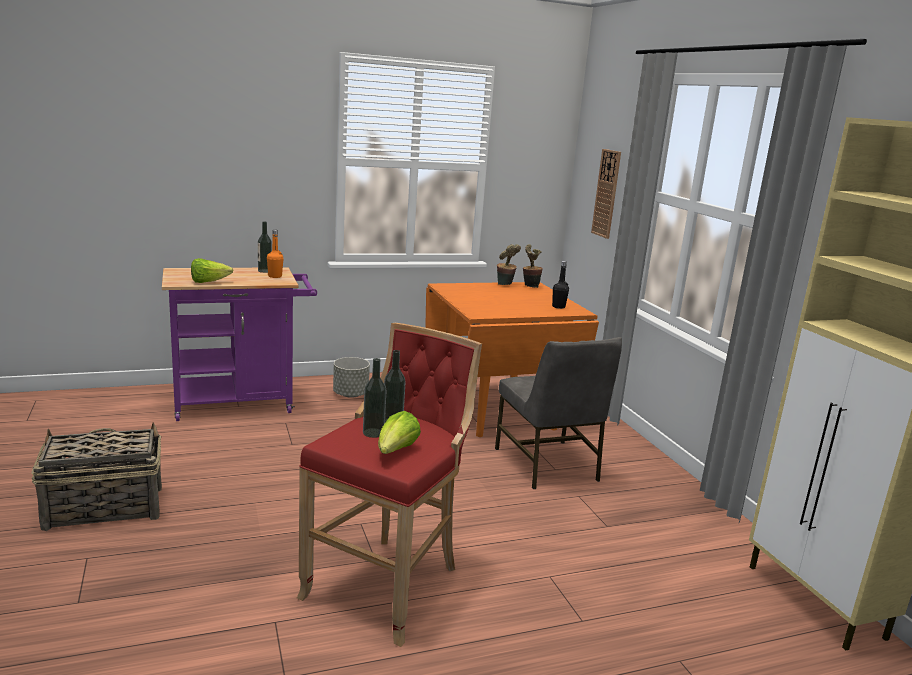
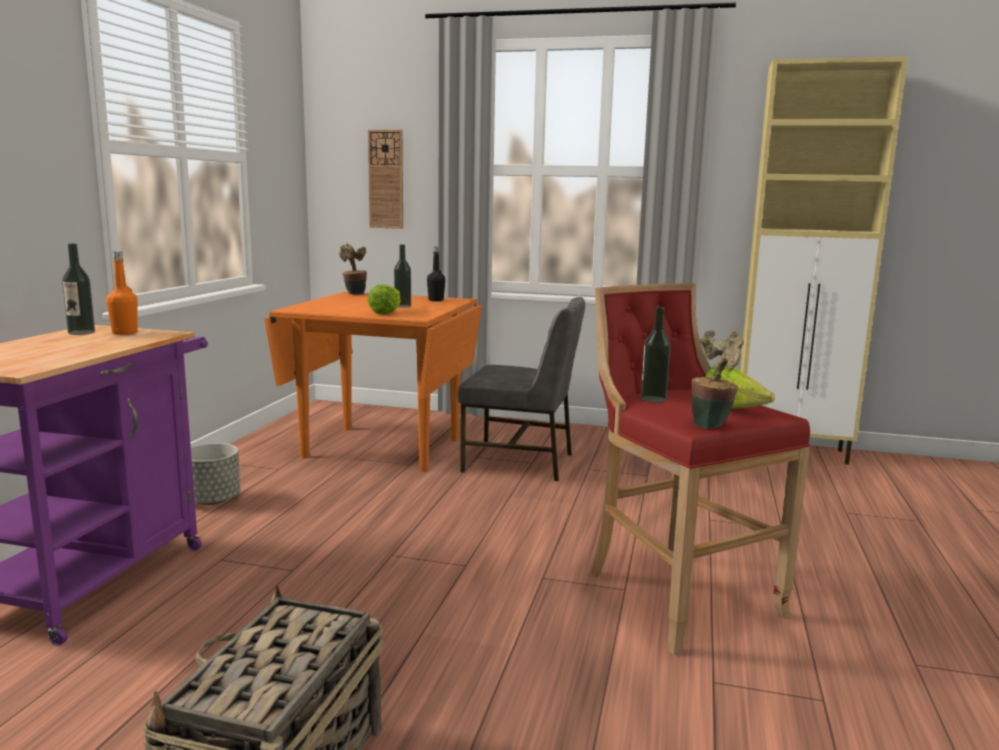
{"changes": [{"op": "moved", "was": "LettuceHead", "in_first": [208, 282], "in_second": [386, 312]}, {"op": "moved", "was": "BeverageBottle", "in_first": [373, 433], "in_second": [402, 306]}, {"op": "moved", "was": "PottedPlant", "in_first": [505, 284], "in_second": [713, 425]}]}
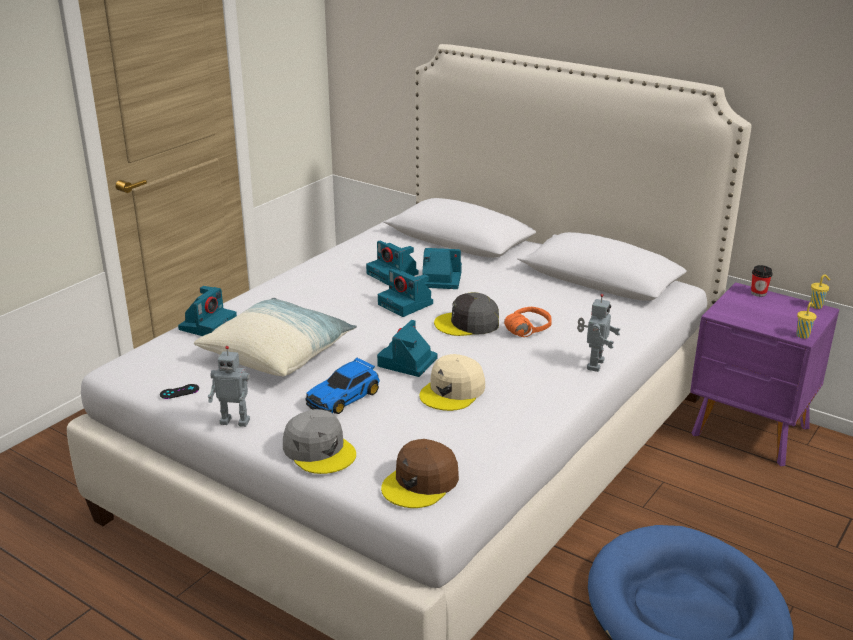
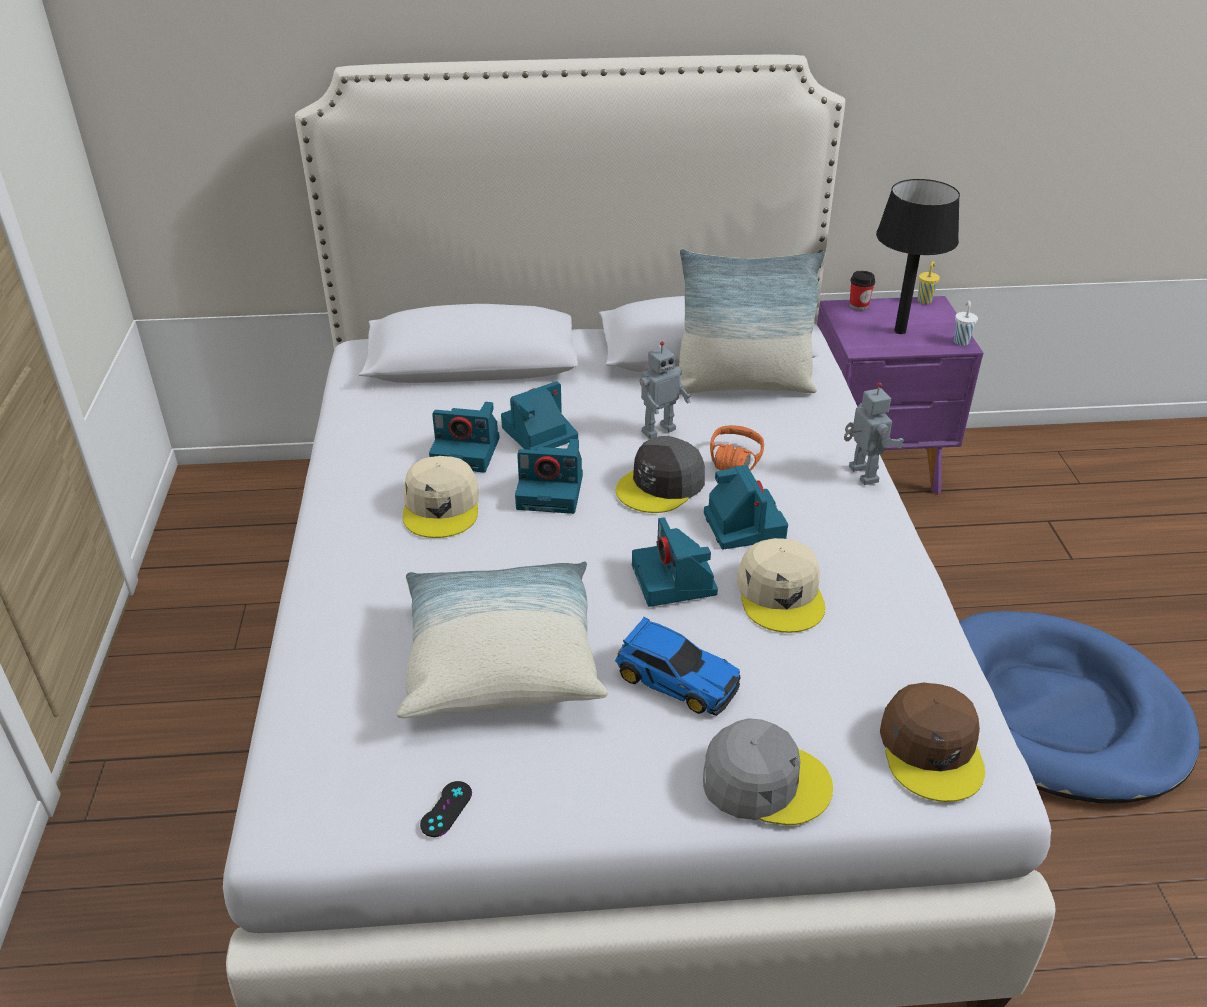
{"changes": [{"op": "added", "now": "BeigeCap", "in_second": [442, 506]}, {"op": "added", "now": "ThrowPillow", "in_second": [742, 385]}, {"op": "added", "now": "BlackTabletopLamp", "in_second": [900, 331]}, {"op": "moved", "was": "StillCamera", "in_first": [208, 325], "in_second": [742, 524]}, {"op": "moved", "was": "RobotFigure", "in_first": [235, 421], "in_second": [657, 430]}, {"op": "recoloured", "was": "YellowishDrinkingCup", "now": "WhiteColouredDrinkingCup", "in_first": [803, 335], "in_second": [961, 341]}, {"op": "turned", "was": "ModelCar", "in_first": [344, 397], "in_second": [675, 678], "clockwise": -60}]}
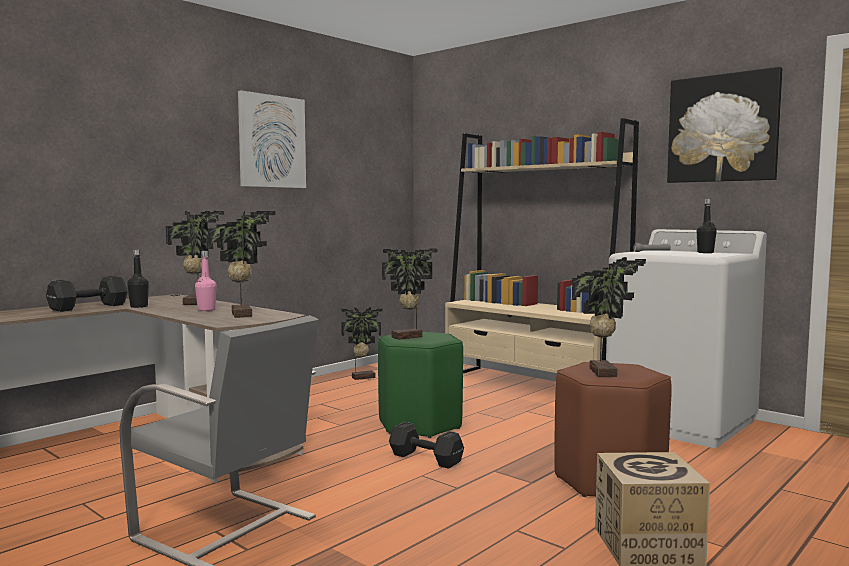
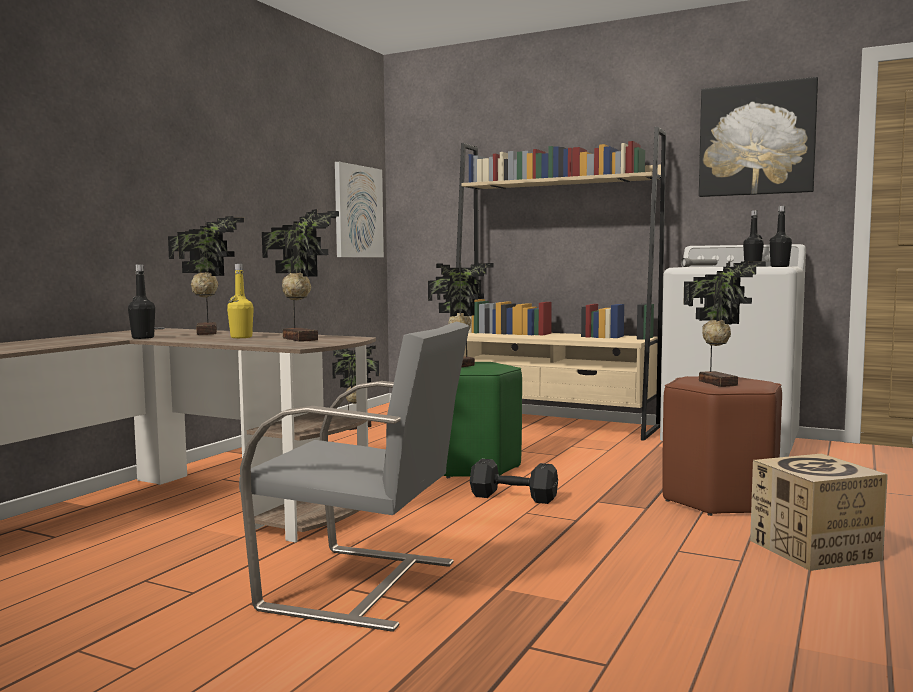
{"changes": [{"op": "removed", "was": "BlackDumbbell", "in_first": [86, 307]}, {"op": "added", "now": "BlackBeverageBottle", "in_second": [779, 266]}, {"op": "moved", "was": "Picture", "in_first": [271, 141], "in_second": [358, 211]}, {"op": "recoloured", "was": "PinkColouredBeverageBottle", "now": "YellowishBeverageBottle", "in_first": [206, 310], "in_second": [241, 337]}]}
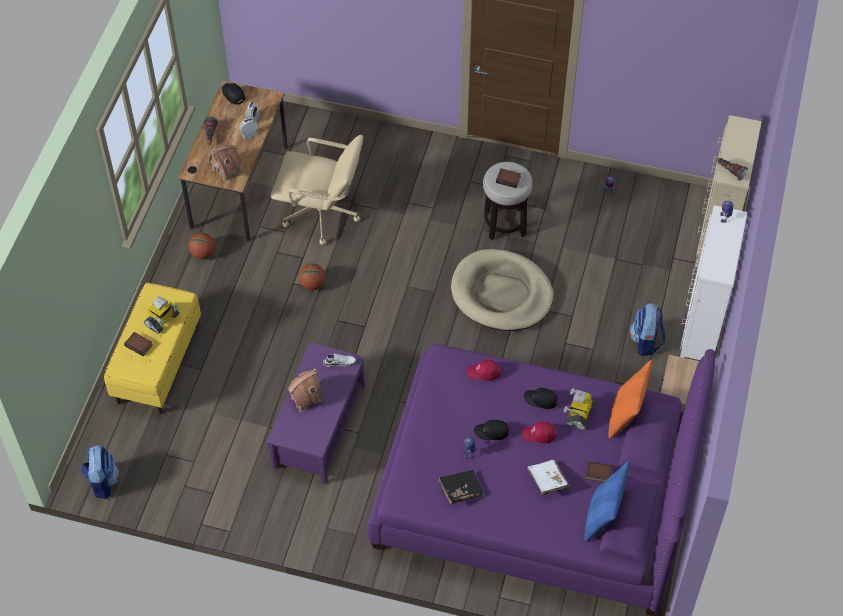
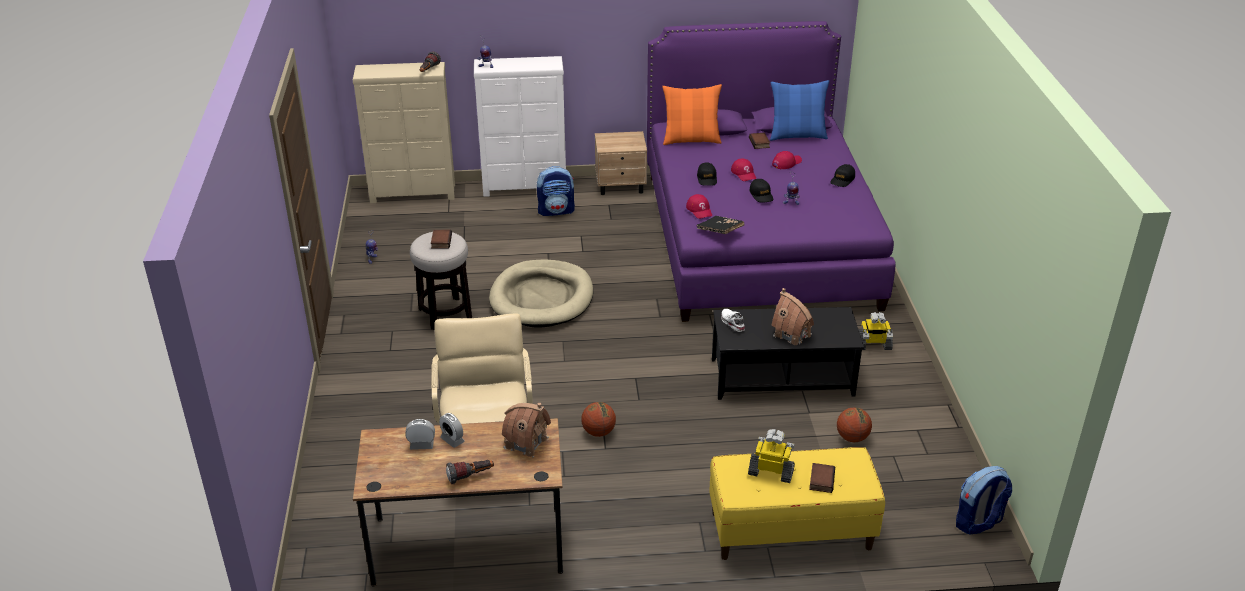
{"changes": [{"op": "moved", "was": "BasketballBall", "in_first": [203, 253], "in_second": [852, 438]}, {"op": "moved", "was": "BlackCap", "in_first": [233, 95], "in_second": [842, 180]}, {"op": "moved", "was": "BlackVolume", "in_first": [460, 490], "in_second": [720, 231]}, {"op": "moved", "was": "RobotFigure", "in_first": [579, 414], "in_second": [873, 345]}, {"op": "replaced", "was": "WhiteColouredVolume", "now": "RedCap", "in_first": [547, 480], "in_second": [786, 163]}, {"op": "recoloured", "was": "PurpleLoungeTable", "now": "BlackLoungeTable", "in_first": [318, 426], "in_second": [782, 378]}]}
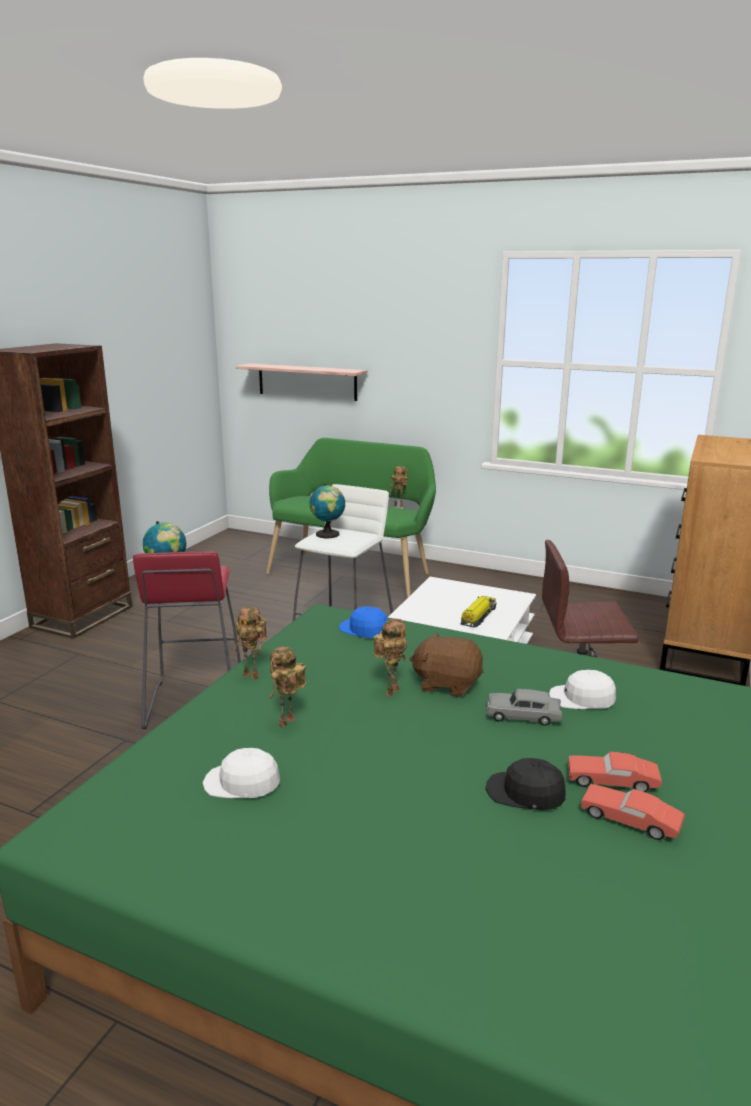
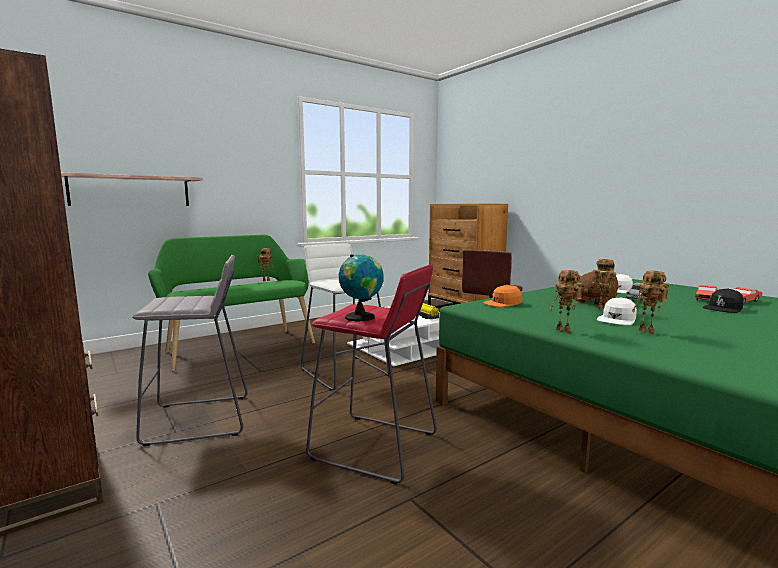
{"changes": [{"op": "removed", "was": "WorldGlobe", "in_first": [328, 535]}, {"op": "added", "now": "GreyishStool", "in_second": [199, 420]}, {"op": "moved", "was": "WhiteColouredCap", "in_first": [242, 783], "in_second": [617, 319]}, {"op": "recoloured", "was": "BlueCap", "now": "OrangeCap", "in_first": [364, 630], "in_second": [503, 303]}, {"op": "turned", "was": "RobotFigure", "in_first": [253, 676], "in_second": [565, 330], "clockwise": 90}]}
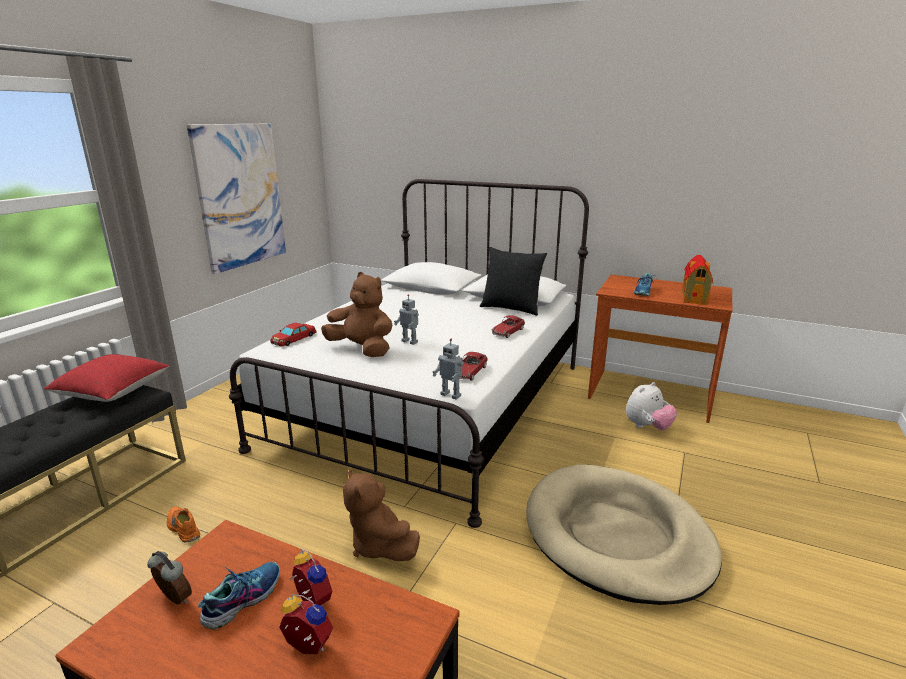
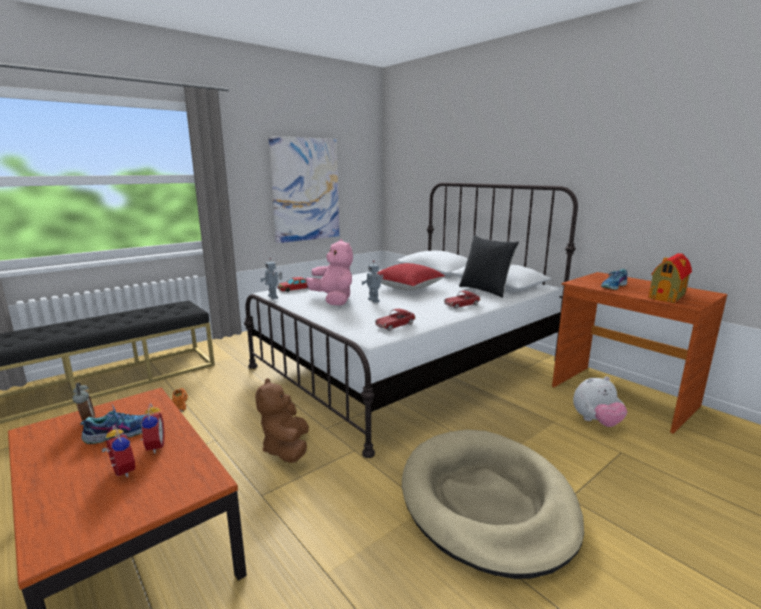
{"changes": [{"op": "moved", "was": "RedThrowPillow", "in_first": [113, 392], "in_second": [407, 288]}, {"op": "moved", "was": "RobotFigure", "in_first": [451, 395], "in_second": [273, 297]}, {"op": "recoloured", "was": "BrownColouredCuddlyToy", "now": "PinkColouredCuddlyToy", "in_first": [362, 349], "in_second": [333, 300]}]}
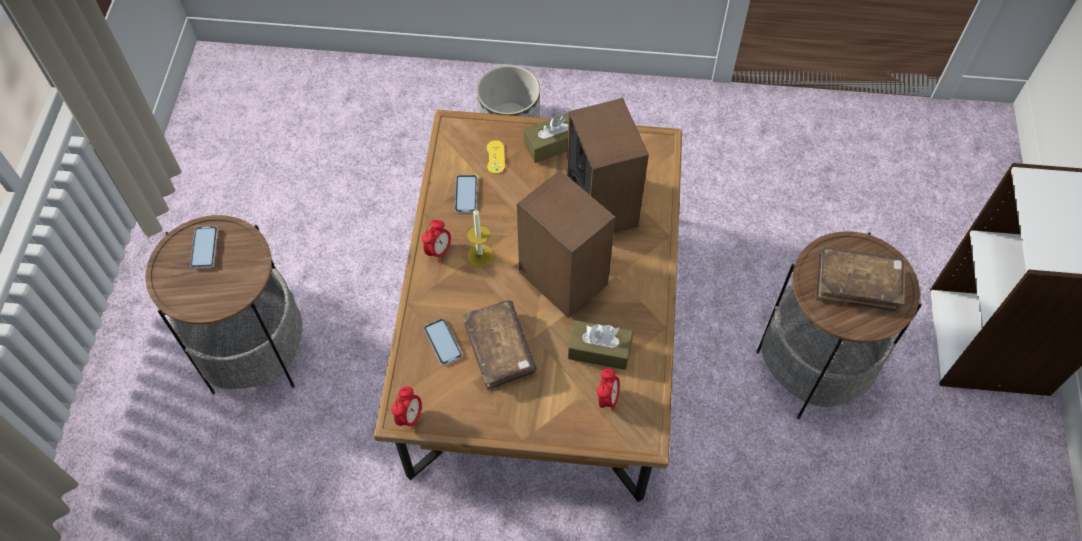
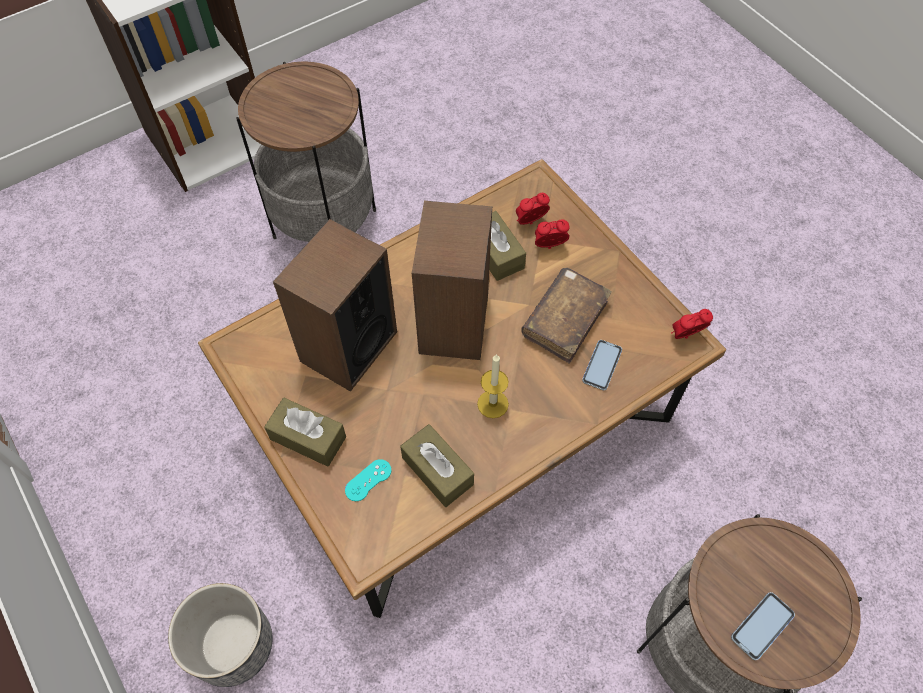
{"changes": [{"op": "removed", "was": "BrownColouredVolume", "in_first": [856, 284]}, {"op": "moved", "was": "TableClock", "in_first": [438, 251], "in_second": [549, 247]}, {"op": "replaced", "was": "Handset", "now": "BrownColouredTissueBox", "in_first": [466, 194], "in_second": [437, 471]}, {"op": "recoloured", "was": "YellowishJoypad", "now": "BlueGreenJoypad", "in_first": [495, 157], "in_second": [368, 480]}]}
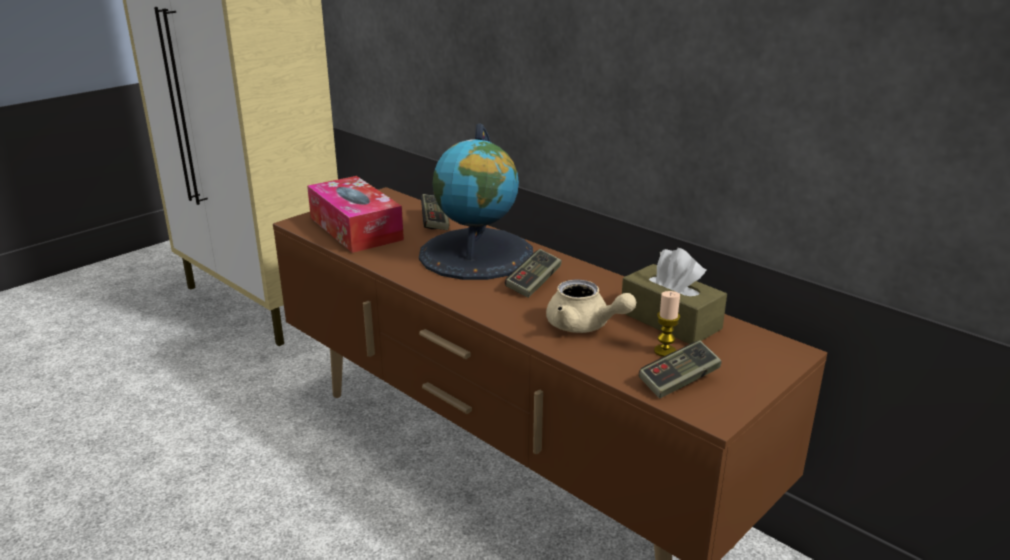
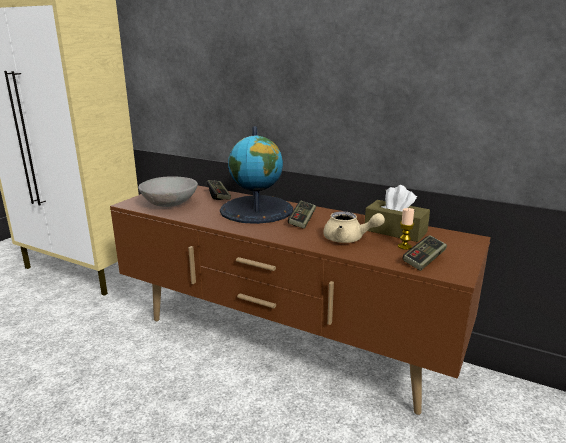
{"changes": [{"op": "replaced", "was": "TissueBox", "now": "GreyishDeepDish", "in_first": [355, 228], "in_second": [169, 203]}]}
